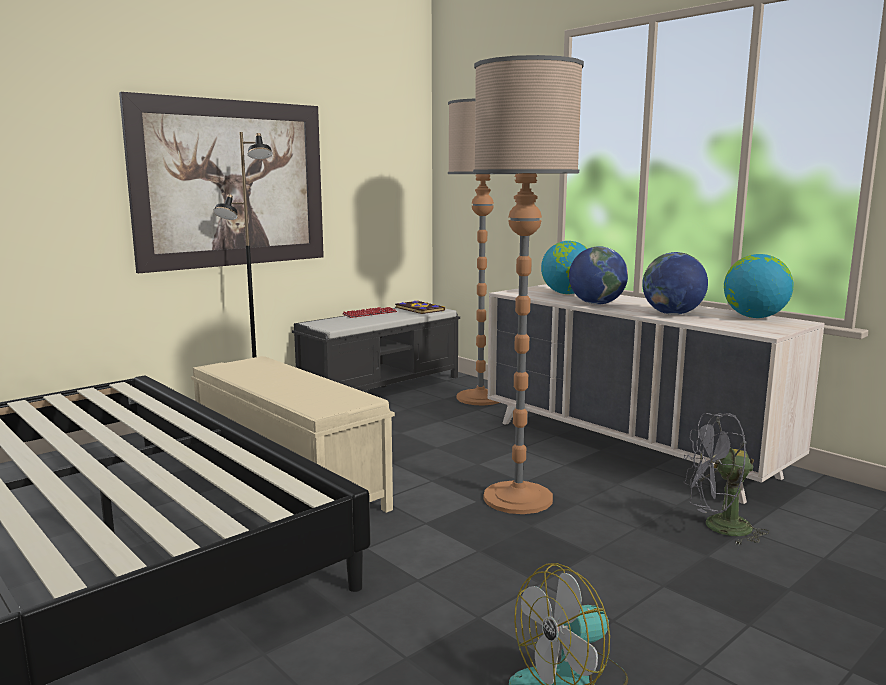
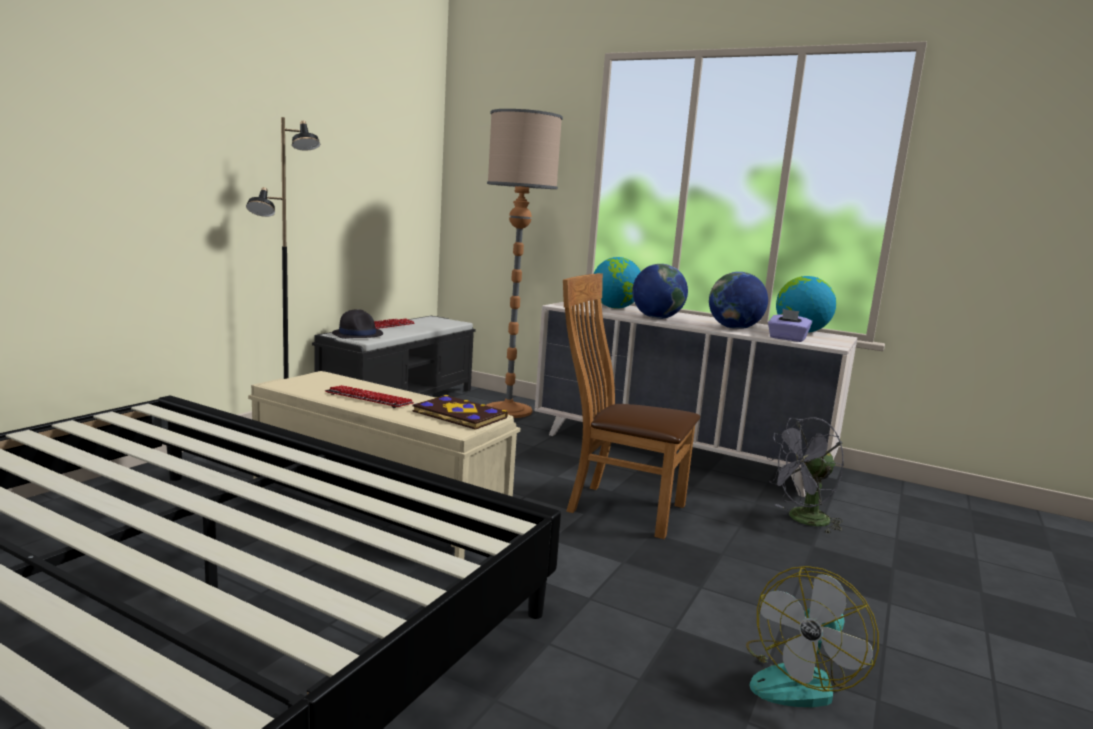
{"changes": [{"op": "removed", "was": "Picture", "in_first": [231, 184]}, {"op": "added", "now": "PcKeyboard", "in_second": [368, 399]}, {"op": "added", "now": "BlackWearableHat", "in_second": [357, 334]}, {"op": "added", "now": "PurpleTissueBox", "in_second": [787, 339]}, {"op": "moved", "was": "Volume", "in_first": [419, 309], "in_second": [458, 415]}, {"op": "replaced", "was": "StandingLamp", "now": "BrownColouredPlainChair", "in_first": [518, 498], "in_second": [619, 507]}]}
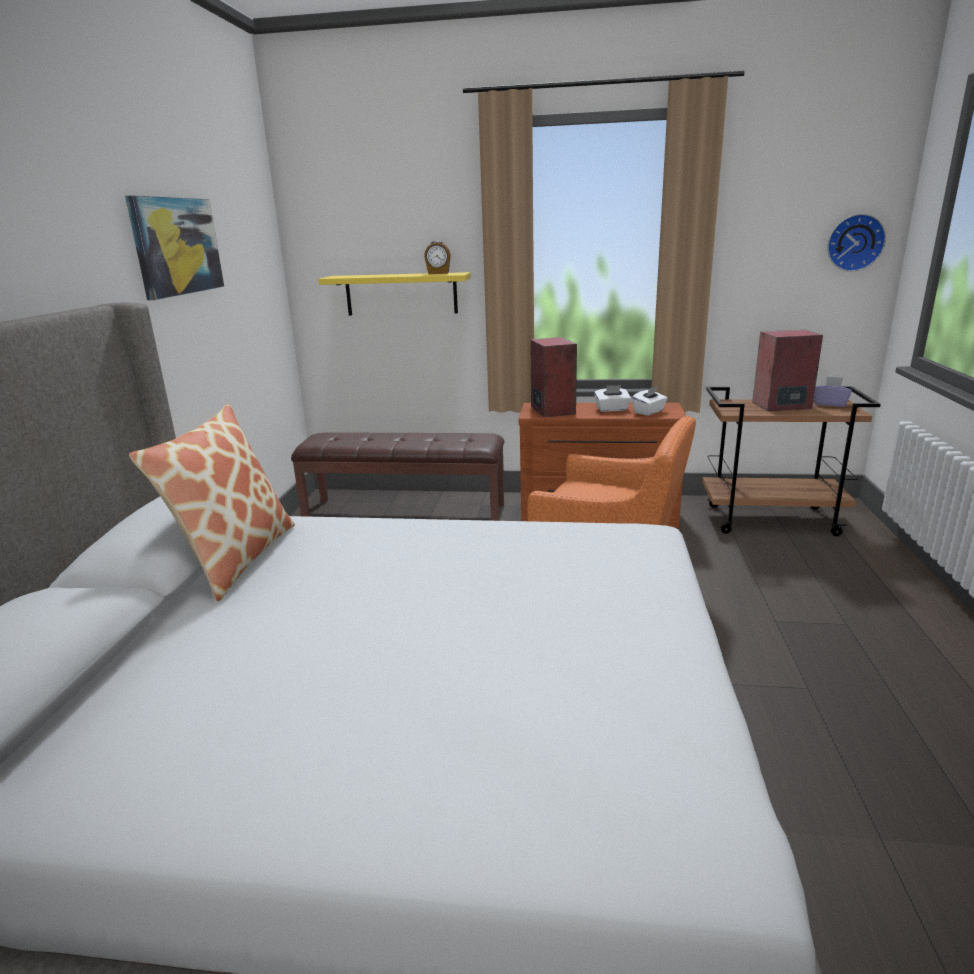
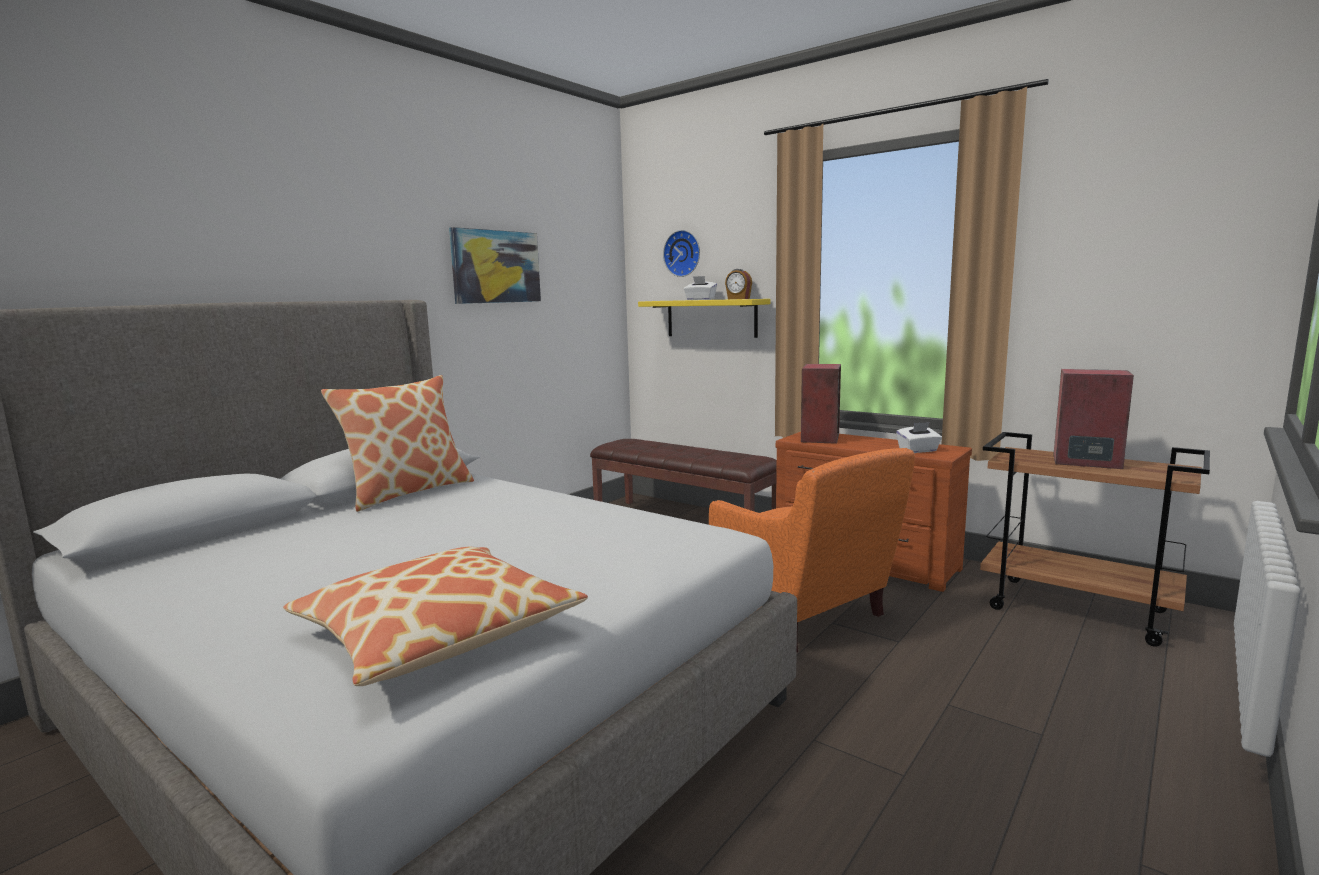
{"changes": [{"op": "removed", "was": "PurpleTissueBox", "in_first": [830, 404]}, {"op": "added", "now": "ThrowPillow", "in_second": [438, 633]}, {"op": "moved", "was": "WhiteColouredTissueBox", "in_first": [612, 409], "in_second": [700, 299]}, {"op": "moved", "was": "WallClock", "in_first": [854, 242], "in_second": [683, 253]}]}
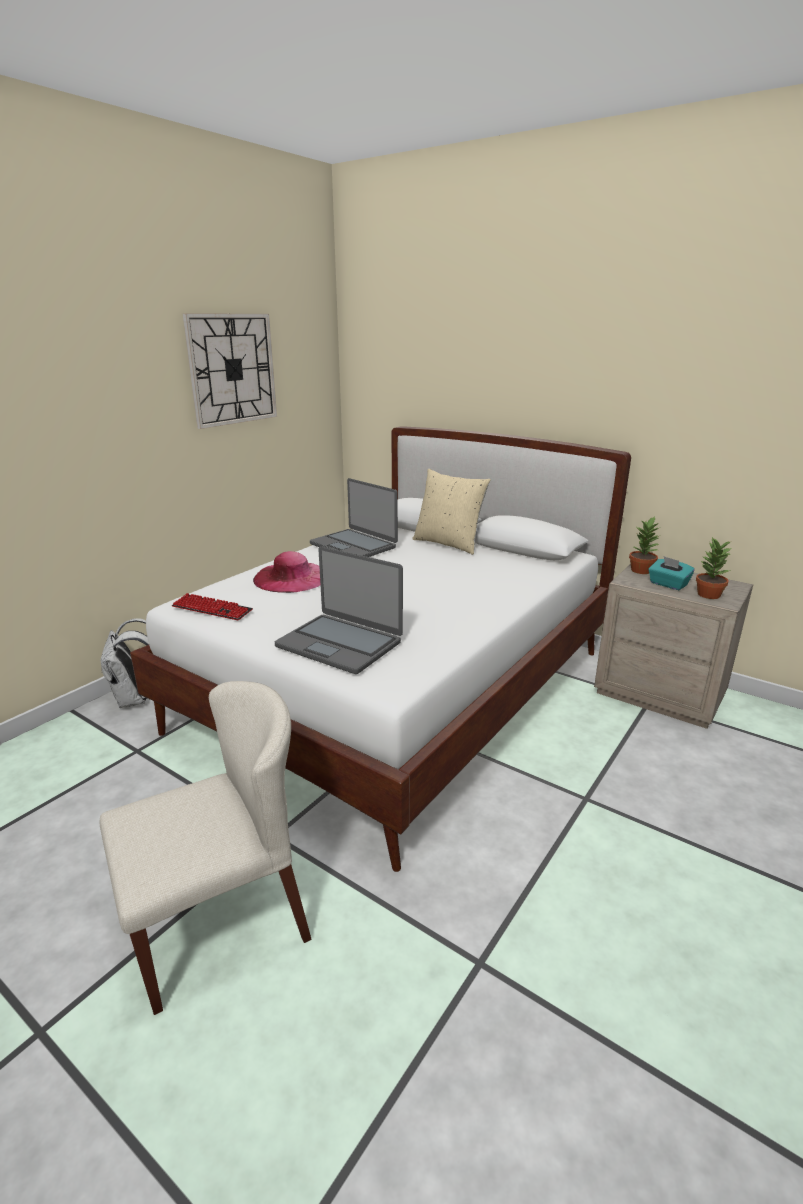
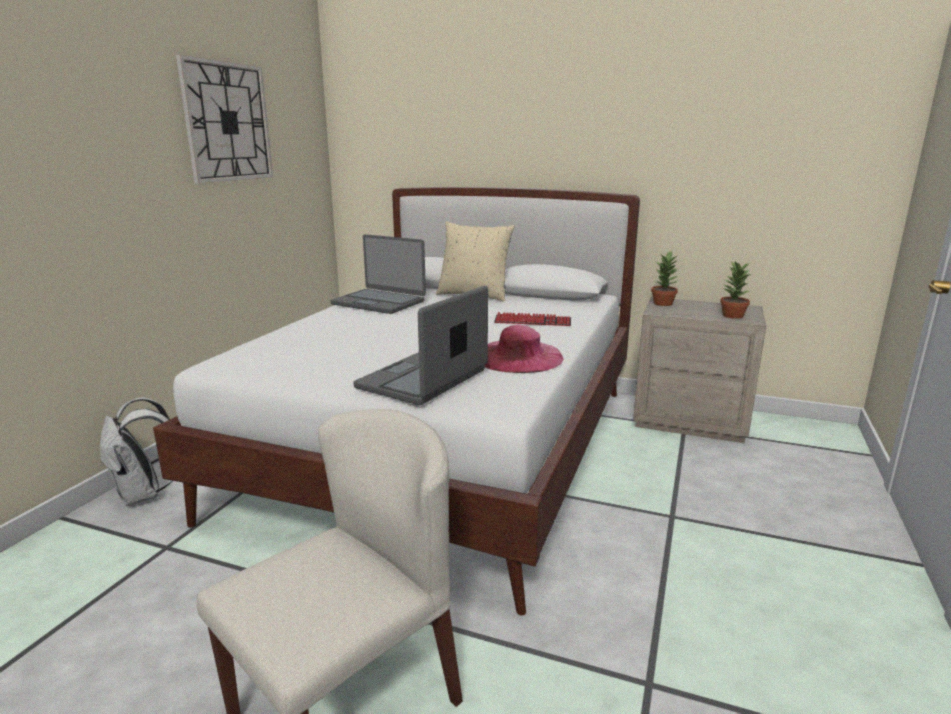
{"changes": [{"op": "removed", "was": "BlueGreenTissueBox", "in_first": [668, 584]}, {"op": "moved", "was": "PcKeyboard", "in_first": [212, 609], "in_second": [532, 321]}, {"op": "moved", "was": "PinkColouredWearableHat", "in_first": [291, 577], "in_second": [518, 357]}, {"op": "turned", "was": "NotebookComputer", "in_first": [340, 644], "in_second": [424, 380], "clockwise": 105}]}
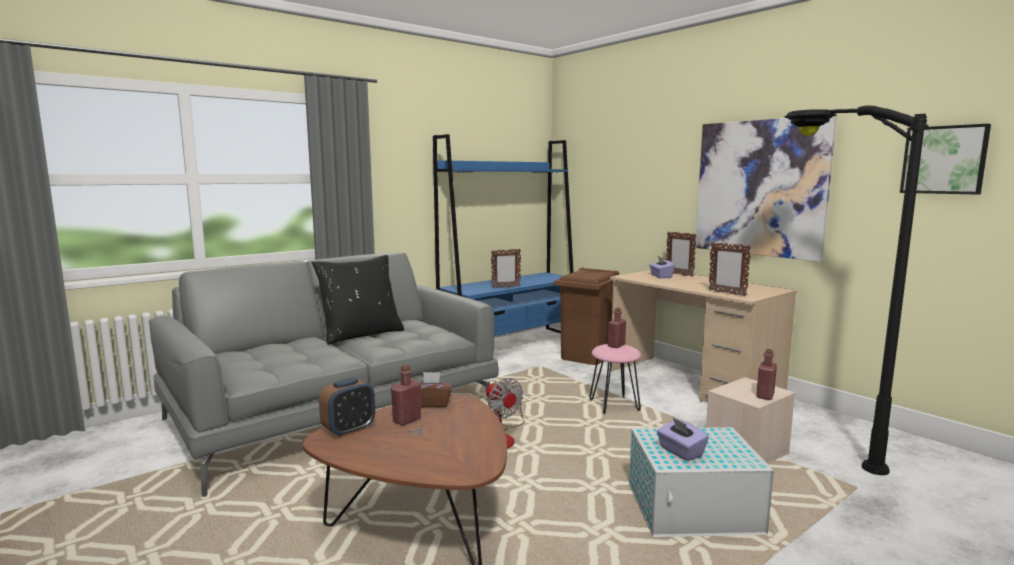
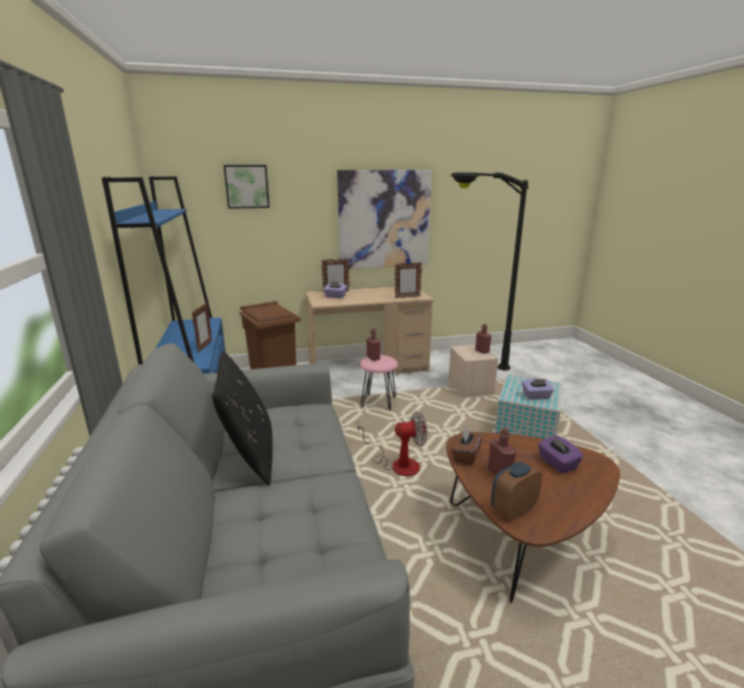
{"changes": [{"op": "added", "now": "PurpleTissueBox", "in_second": [557, 463]}, {"op": "moved", "was": "Picture", "in_first": [944, 160], "in_second": [247, 186]}, {"op": "turned", "was": "TableClock", "in_first": [349, 430], "in_second": [513, 509], "clockwise": -105}]}
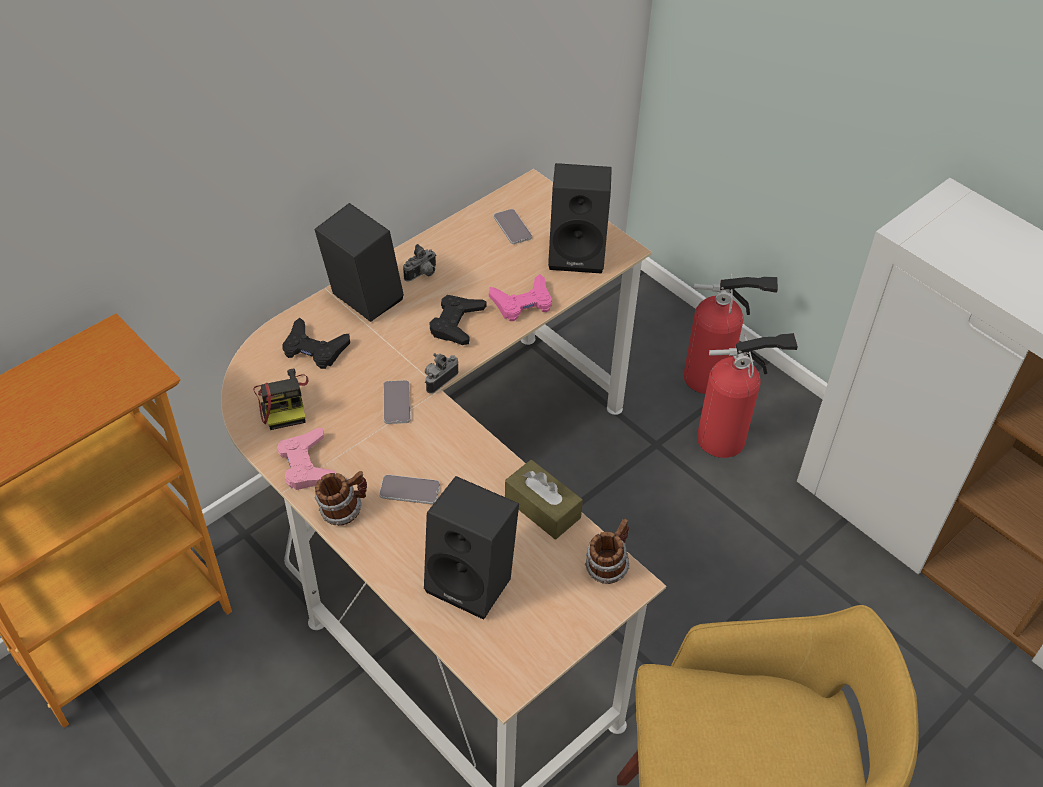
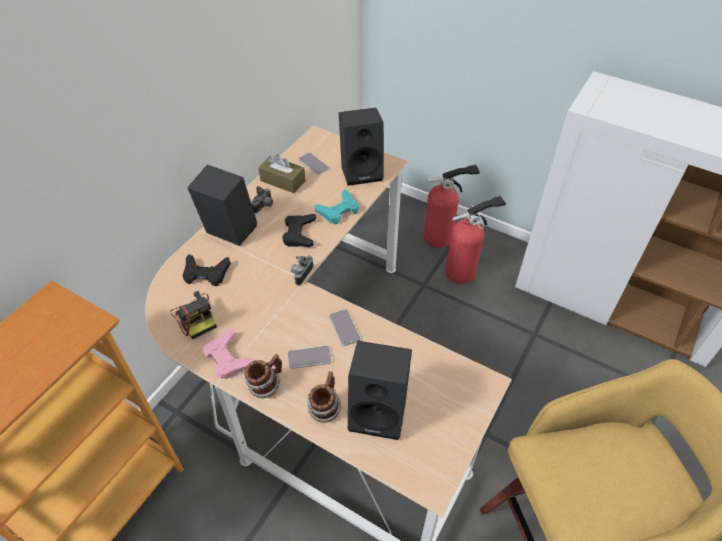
{"changes": [{"op": "moved", "was": "Handset", "in_first": [397, 403], "in_second": [344, 328]}, {"op": "moved", "was": "BrownColouredTissueBox", "in_first": [542, 508], "in_second": [282, 181]}, {"op": "moved", "was": "TeaMug", "in_first": [607, 566], "in_second": [325, 408]}, {"op": "recoloured", "was": "PinkColouredJoypad", "now": "BlueGreenJoypad", "in_first": [522, 303], "in_second": [338, 210]}]}
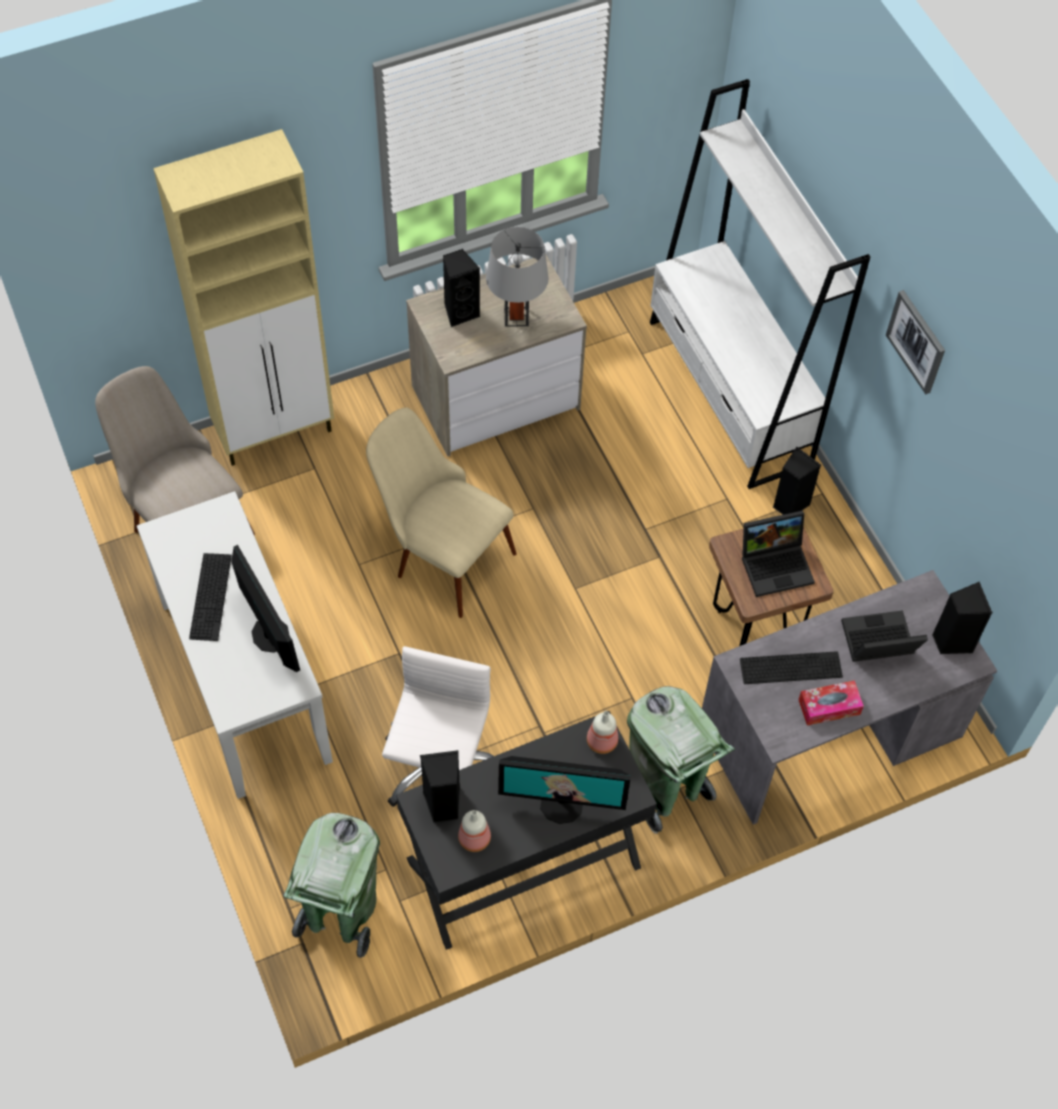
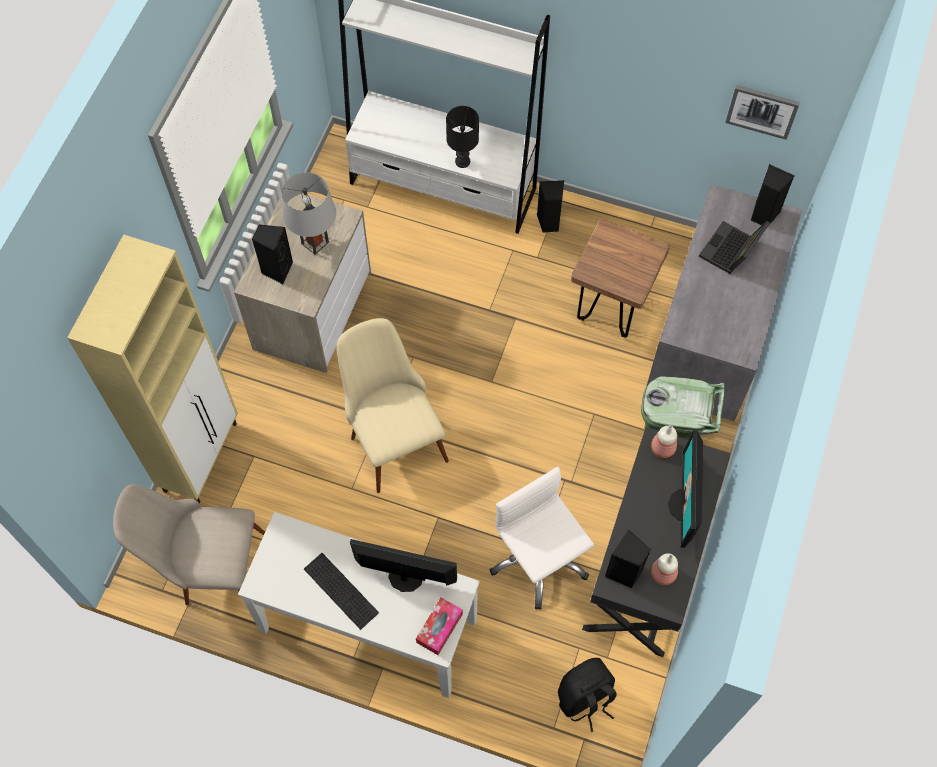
{"changes": [{"op": "removed", "was": "PcKeyboard", "in_first": [791, 668]}, {"op": "removed", "was": "NotebookComputer", "in_first": [777, 564]}, {"op": "added", "now": "BlackTabletopLamp", "in_second": [463, 161]}, {"op": "moved", "was": "TissueBox", "in_first": [829, 707], "in_second": [439, 628]}, {"op": "moved", "was": "Picture", "in_first": [917, 341], "in_second": [762, 111]}, {"op": "replaced", "was": "GreenColouredRubbishBin", "now": "BlackBackpack", "in_first": [341, 913], "in_second": [585, 699]}, {"op": "turned", "was": "BeigePlainChair", "in_first": [441, 554], "in_second": [392, 435], "clockwise": 75}, {"op": "turned", "was": "ComputerDisplay", "in_first": [562, 804], "in_second": [684, 505], "clockwise": 135}]}
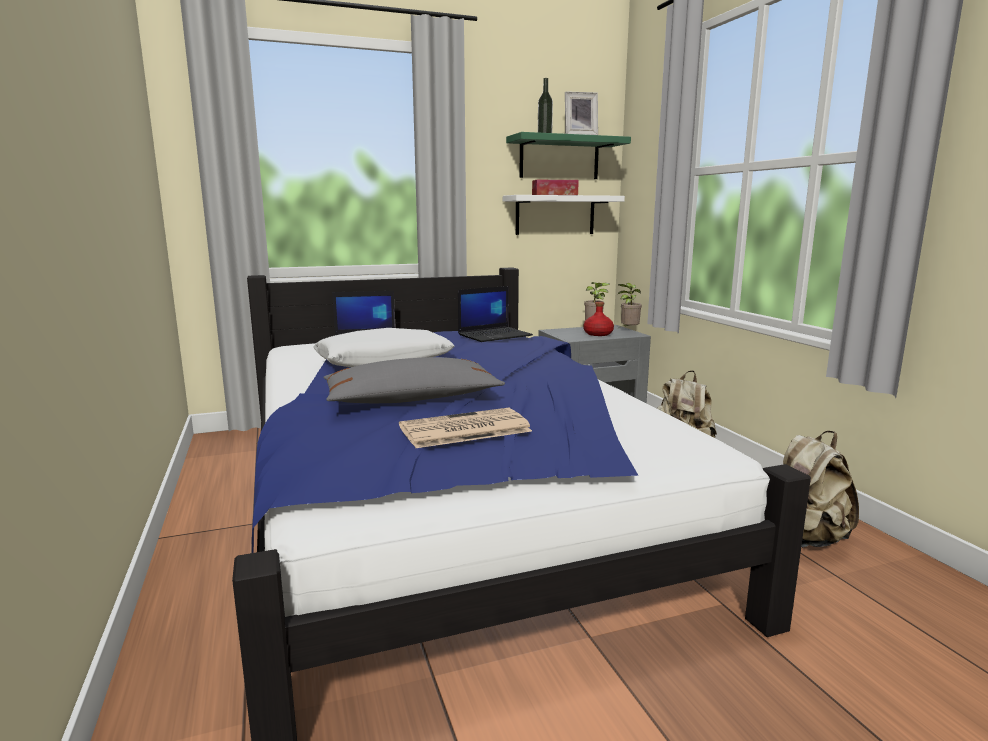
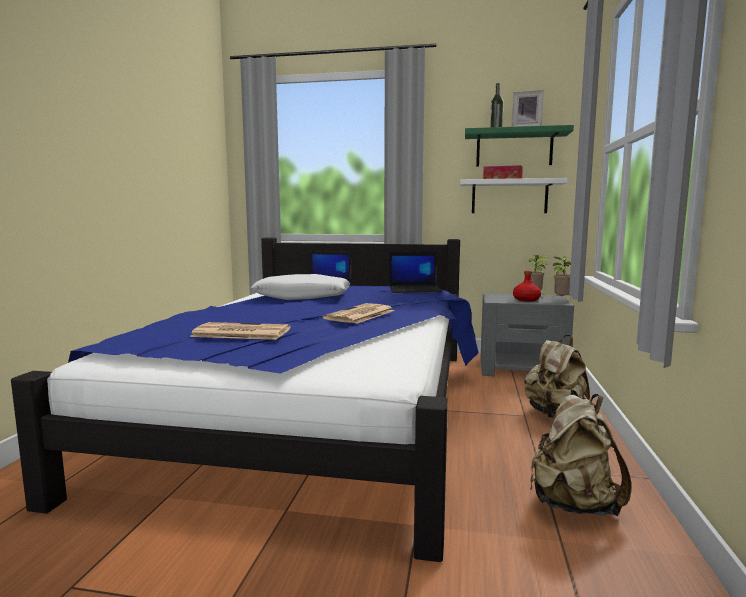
{"changes": [{"op": "removed", "was": "GreyishThrowPillow", "in_first": [411, 399]}, {"op": "added", "now": "PrintedPaper", "in_second": [359, 315]}]}
